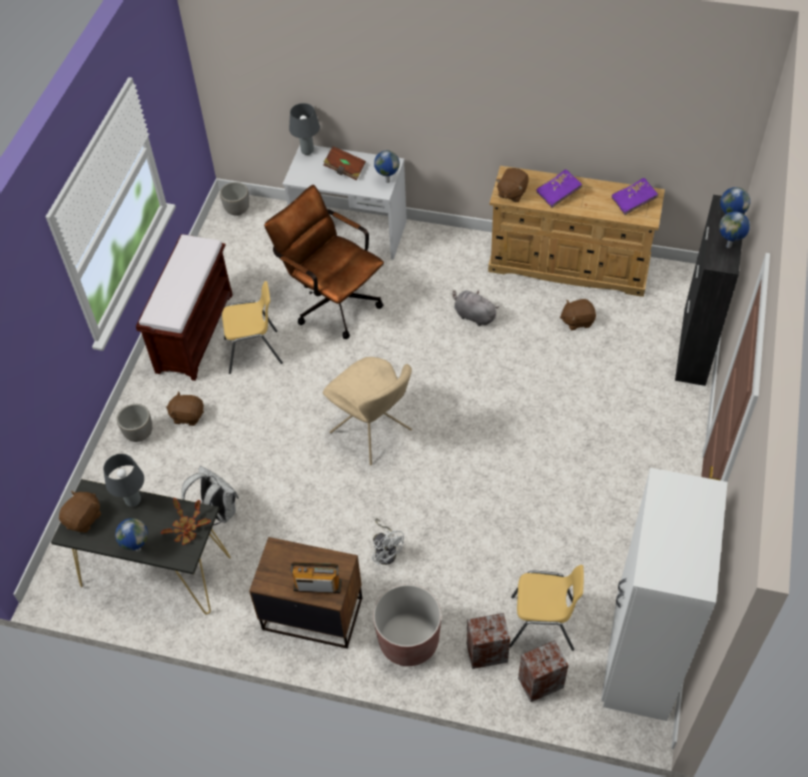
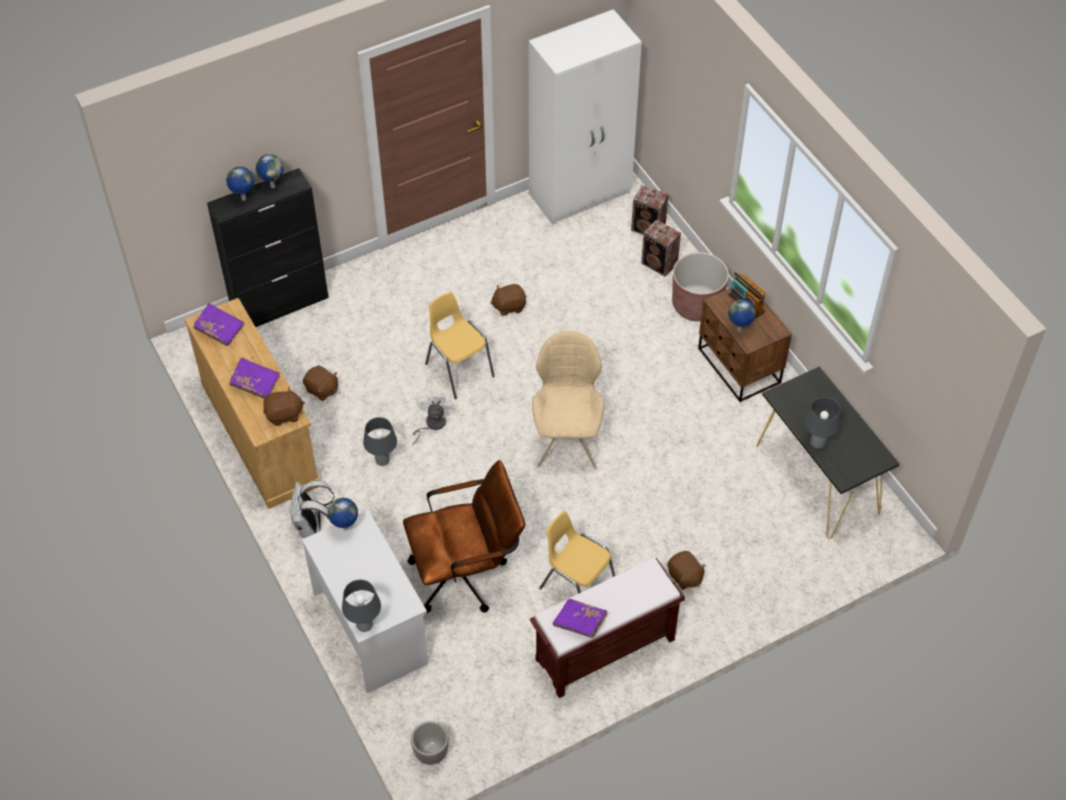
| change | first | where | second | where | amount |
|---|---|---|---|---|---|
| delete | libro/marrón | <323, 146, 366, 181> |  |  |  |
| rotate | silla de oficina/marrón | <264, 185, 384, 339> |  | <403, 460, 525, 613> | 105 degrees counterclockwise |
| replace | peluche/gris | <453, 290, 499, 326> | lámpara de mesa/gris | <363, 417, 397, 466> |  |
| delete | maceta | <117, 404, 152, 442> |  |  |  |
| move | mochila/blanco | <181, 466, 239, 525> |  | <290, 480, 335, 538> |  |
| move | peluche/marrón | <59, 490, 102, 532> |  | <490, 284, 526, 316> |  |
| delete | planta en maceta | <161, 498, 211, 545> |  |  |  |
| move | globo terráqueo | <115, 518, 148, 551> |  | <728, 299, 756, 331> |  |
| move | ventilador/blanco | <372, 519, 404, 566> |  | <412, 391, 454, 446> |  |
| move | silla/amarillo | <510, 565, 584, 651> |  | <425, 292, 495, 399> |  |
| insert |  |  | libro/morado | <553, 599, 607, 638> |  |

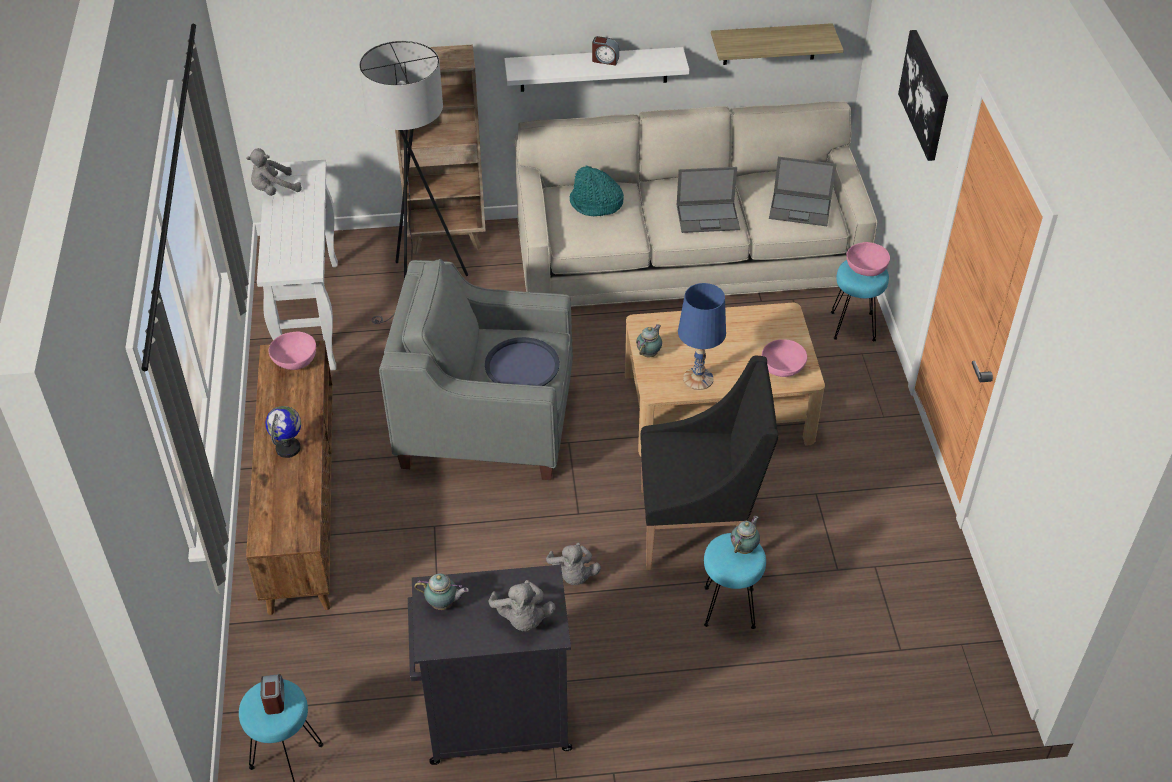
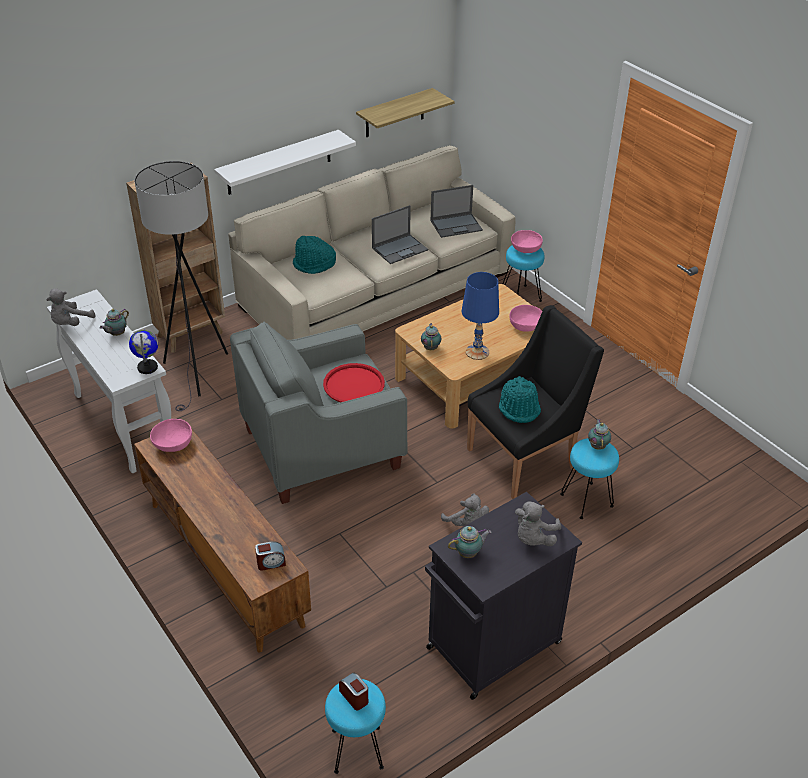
| change | first | where | second | where | amount |
|---|---|---|---|---|---|
| delete | cuadro | <898, 30, 948, 161> |  |  |  |
| move | despertador | <592, 36, 619, 66> |  | <255, 541, 286, 571> |  |
| recolor | bandeja/azul | <485, 337, 560, 386> | bandeja/rojo | <323, 363, 385, 403> |  |
| move | globo terráqueo | <266, 406, 301, 458> |  | <129, 330, 158, 374> |  |
| rotate | peluche/gris | <489, 580, 556, 631> |  | <515, 501, 561, 546> | 75 degrees clockwise |
| insert |  |  | tetera | <100, 309, 129, 336> |  |
| insert |  |  | sombrero/turquesa | <499, 376, 541, 423> |  |

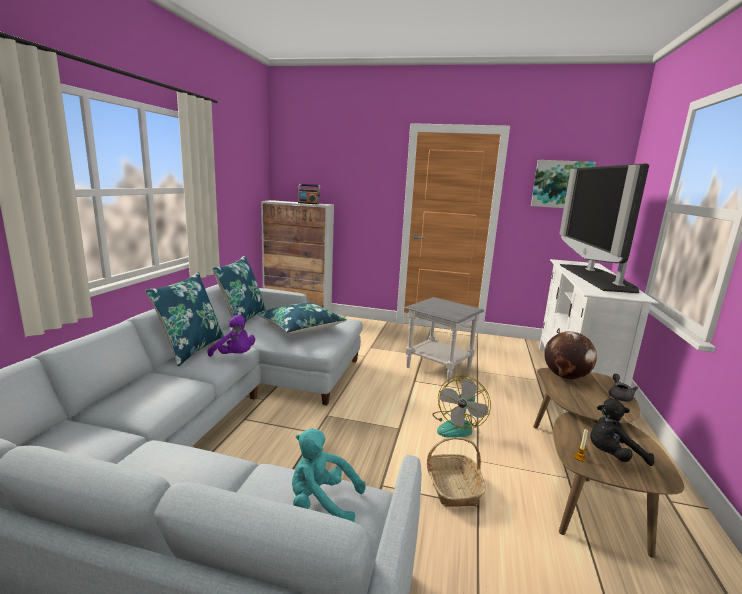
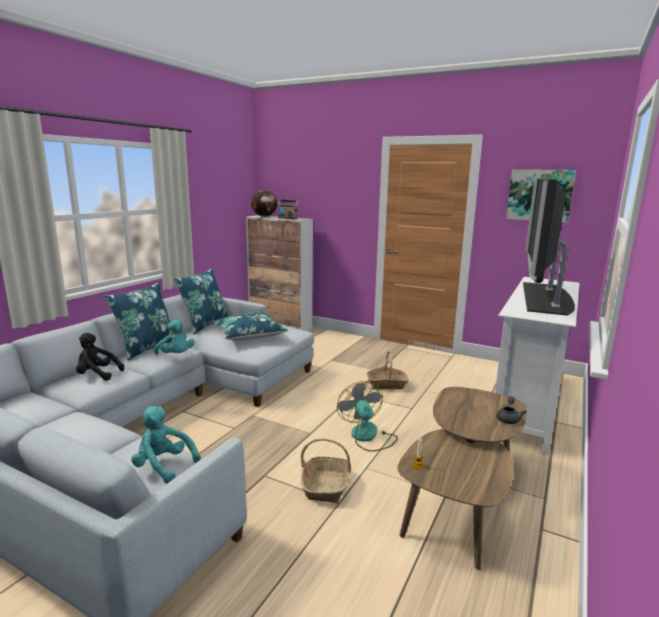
| change | first | where | second | where | amount |
|---|---|---|---|---|---|
| replace | mesa auxiliar/gris | <405, 297, 484, 384> | cesta | <366, 351, 409, 390> |  |
| recolor | peluche/morado | <207, 315, 255, 357> | peluche/turquesa | <154, 320, 195, 355> |  |
| move | globo terráqueo | <544, 331, 597, 380> |  | <251, 190, 277, 217> |  |
| rotate | ventilador | <433, 376, 491, 438> |  | <337, 381, 398, 452> | 120 degrees clockwise |
| move | peluche/negro | <590, 398, 654, 466> |  | <76, 333, 124, 381> |  |

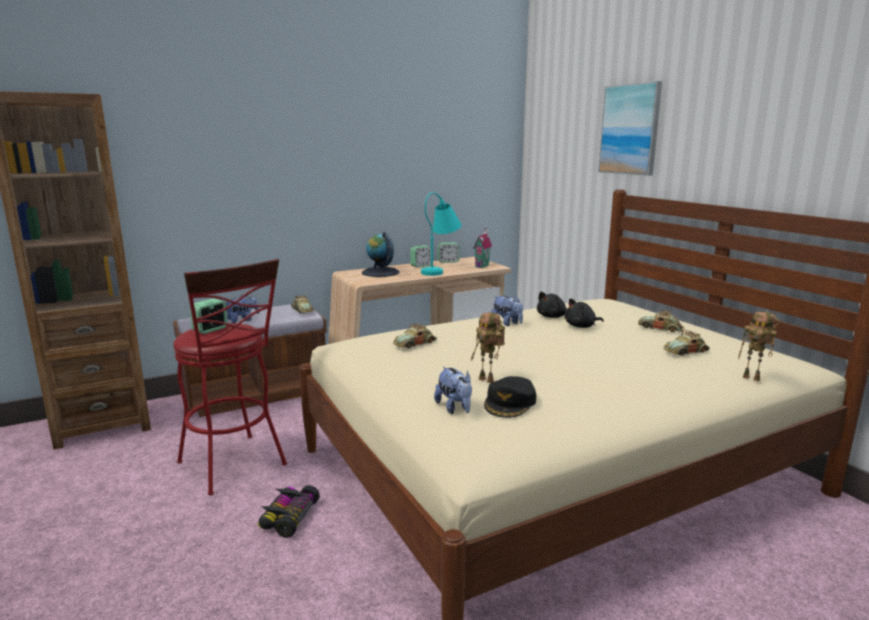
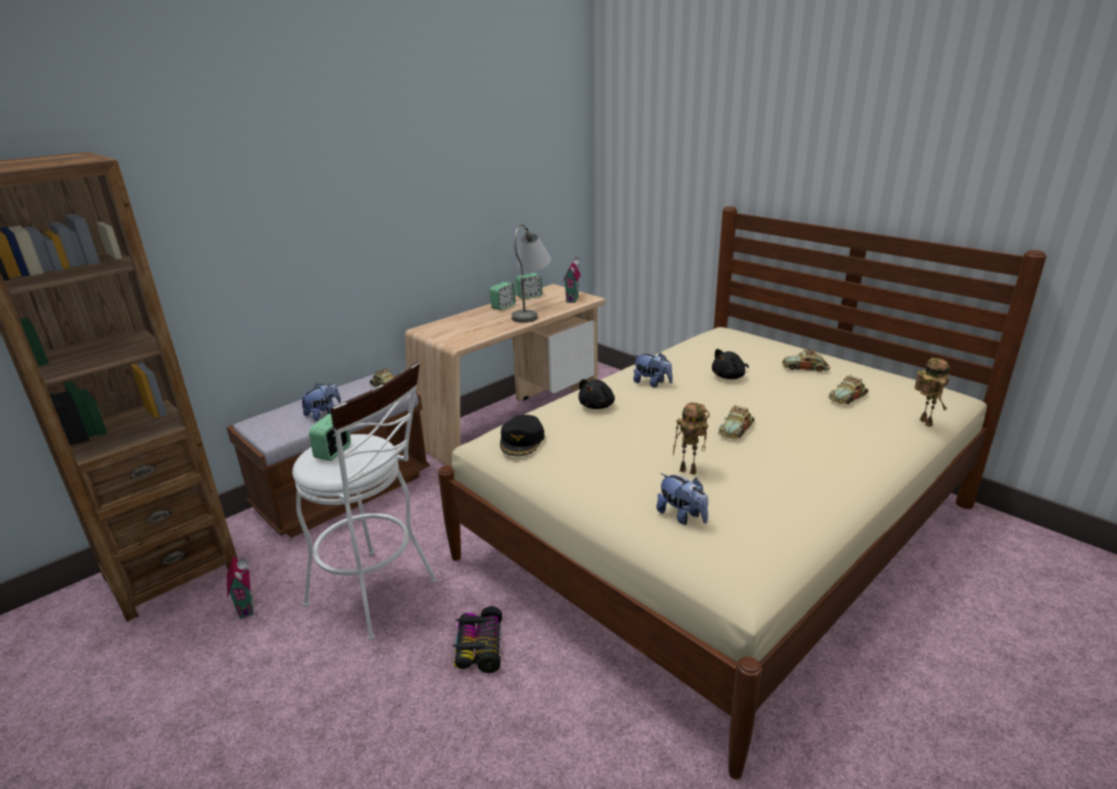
| change | first | where | second | where | amount |
|---|---|---|---|---|---|
| delete | cuadro | <598, 81, 662, 176> |  |  |  |
| recolor | lámpara de mesa/turquesa | <421, 192, 461, 276> | lámpara de mesa/gris | <512, 224, 551, 323> |  |
| delete | globo terráqueo | <362, 232, 399, 277> |  |  |  |
| recolor | taburete/rojo | <173, 259, 287, 495> | taburete/blanco | <292, 362, 437, 641> |  |
| move | peluche/negro | <537, 291, 567, 318> |  | <578, 379, 615, 409> |  |
| rotate | robot de juguete | <739, 312, 779, 381> |  | <914, 358, 950, 427> | 120 degrees counterclockwise |
| move | coche de juguete | <393, 323, 437, 348> |  | <718, 405, 755, 439> |  |
| move | gorra/negro | <484, 376, 536, 418> |  | <500, 415, 545, 456> |  |
| insert |  |  | casita | <227, 556, 253, 618> |  |

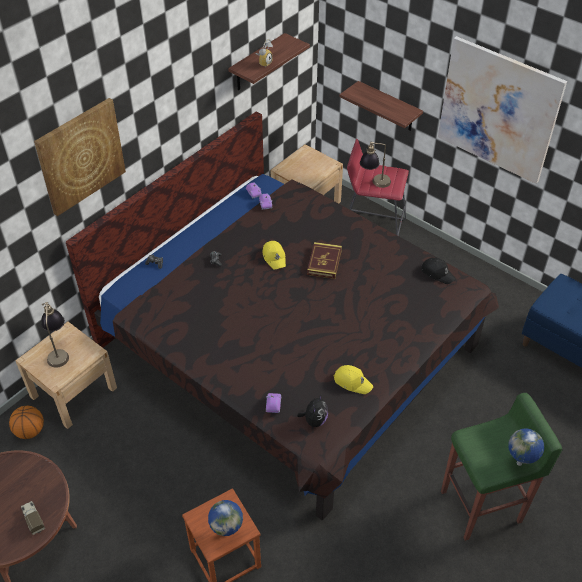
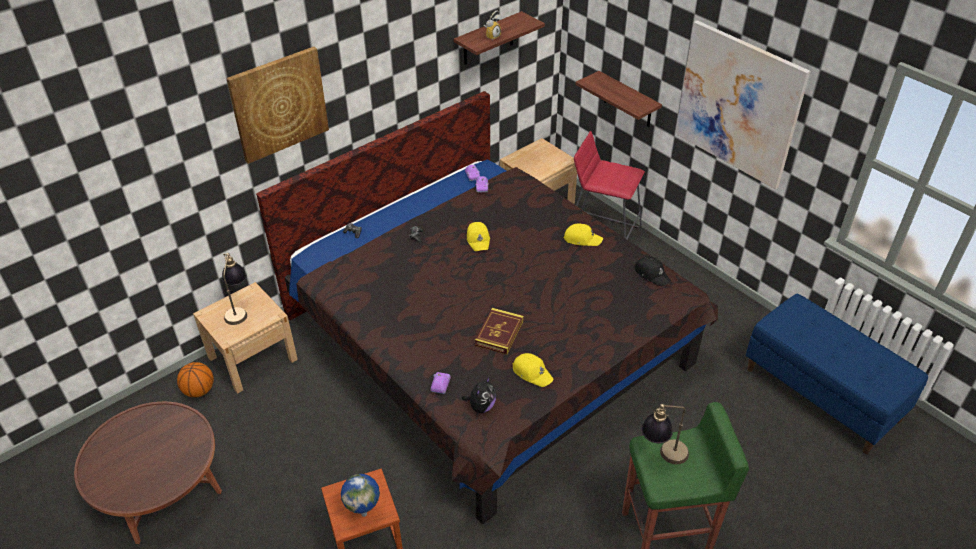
| change | first | where | second | where | amount |
|---|---|---|---|---|---|
| move | lámpara de mesa | <360, 142, 391, 188> |  | <641, 404, 689, 465> |  |
| move | libro | <307, 242, 342, 279> |  | <475, 308, 523, 355> |  |
| delete | globo terráqueo | <508, 428, 544, 466> |  |  |  |
| delete | camión de juguete | <21, 501, 45, 535> |  |  |  |
| insert |  |  | gorra/amarillo | <564, 223, 603, 246> |  |

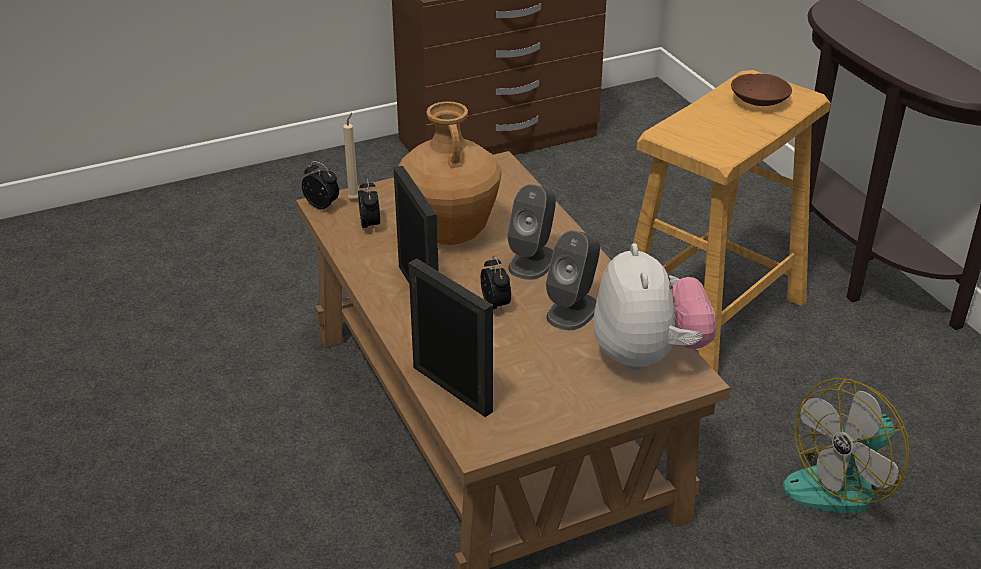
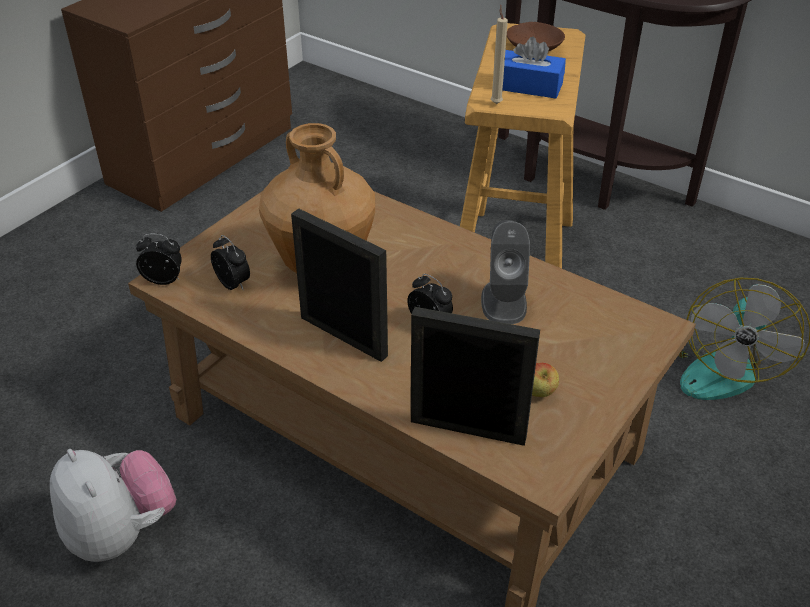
| change | first | where | second | where | amount |
|---|---|---|---|---|---|
| move | vela/beis | <343, 113, 358, 200> |  | <491, 5, 508, 104> |  |
| delete | altavoz/gris | <507, 184, 556, 280> |  |  |  |
| move | peluche | <593, 243, 716, 372> |  | <50, 449, 176, 562> |  |
| insert |  |  | caja de pañuelos/azul | <502, 37, 566, 98> |  |
| insert |  |  | manzana | <532, 363, 559, 397> |  |

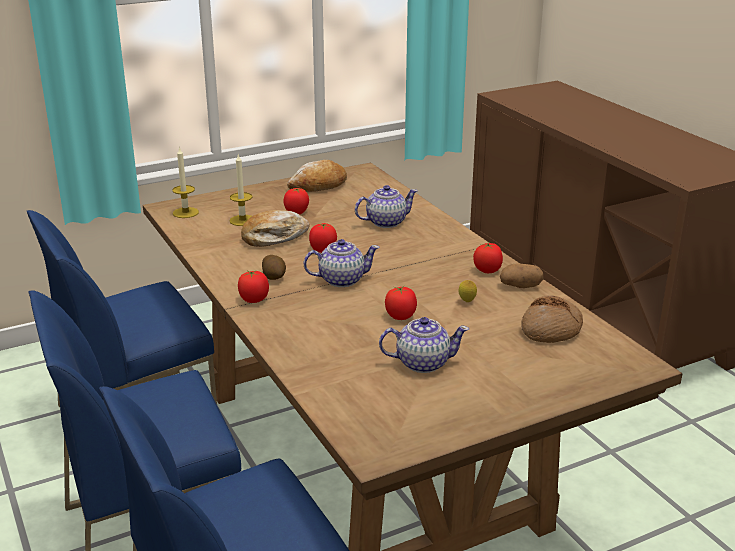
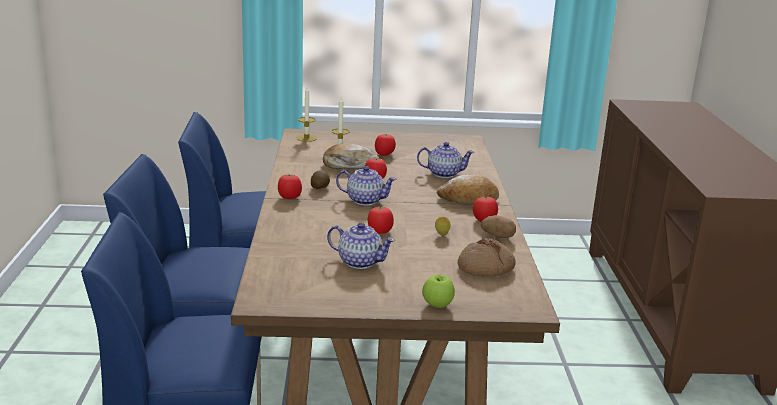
| change | first | where | second | where | amount |
|---|---|---|---|---|---|
| move | pan | <287, 160, 347, 192> |  | <437, 175, 499, 204> |  |
| insert |  |  | manzana | <422, 274, 455, 308> |  |

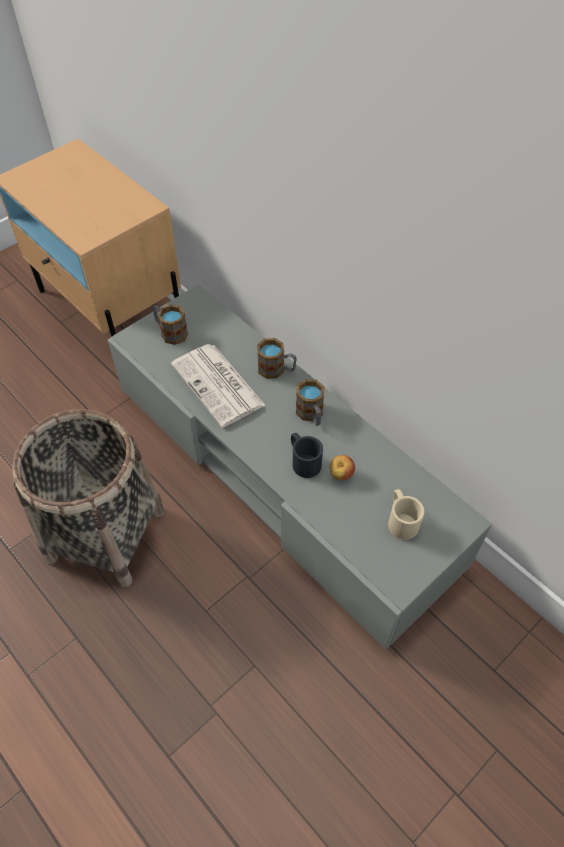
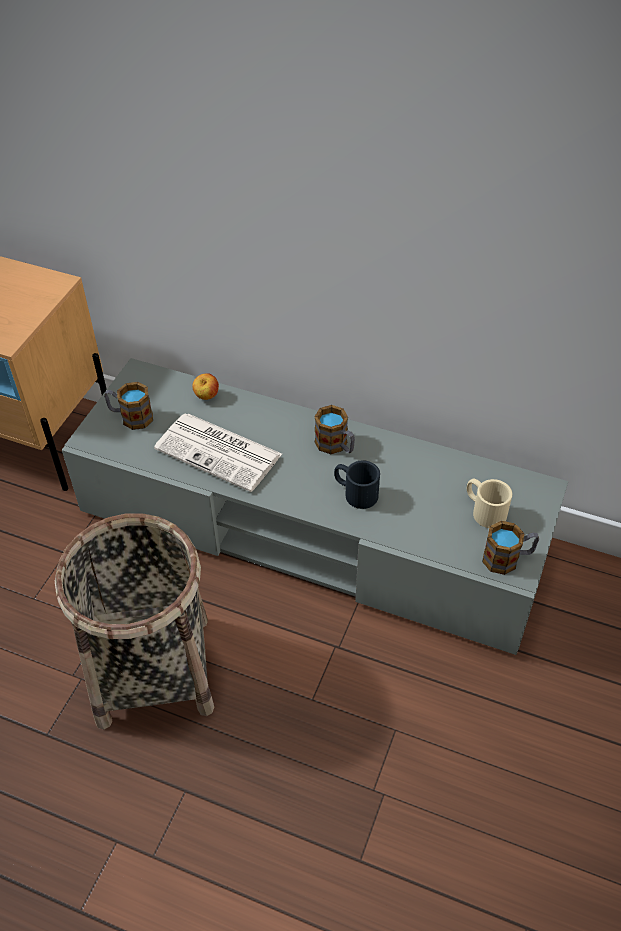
| change | first | where | second | where | amount |
|---|---|---|---|---|---|
| move | taza grande | <257, 338, 297, 379> |  | <482, 521, 539, 575> |  |
| move | manzana | <330, 455, 355, 480> |  | <192, 373, 219, 400> |  |

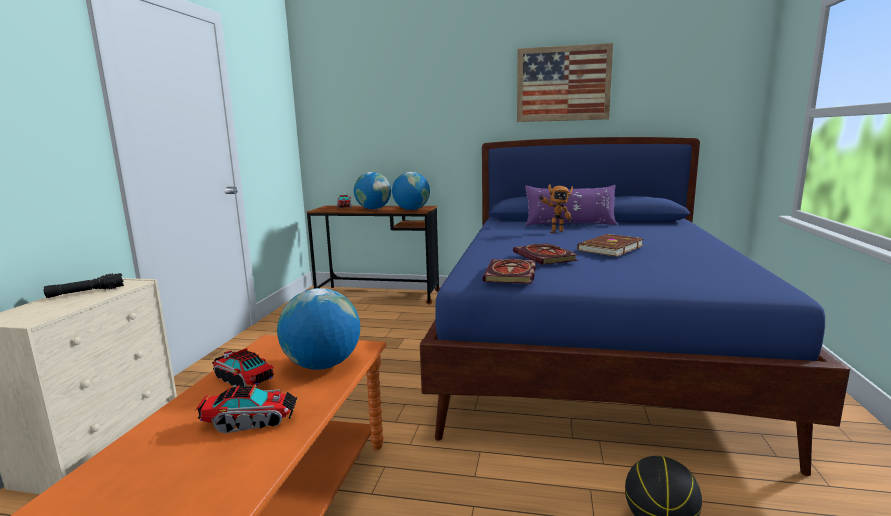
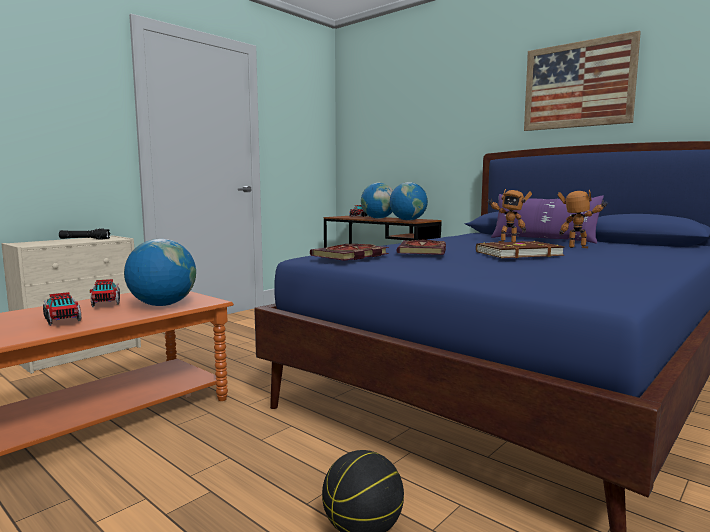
| change | first | where | second | where | amount |
|---|---|---|---|---|---|
| rotate | camión de juguete | <196, 384, 298, 433> |  | <43, 292, 81, 326> | 150 degrees counterclockwise |
| insert |  |  | robot de juguete | <558, 190, 608, 248> |  |

